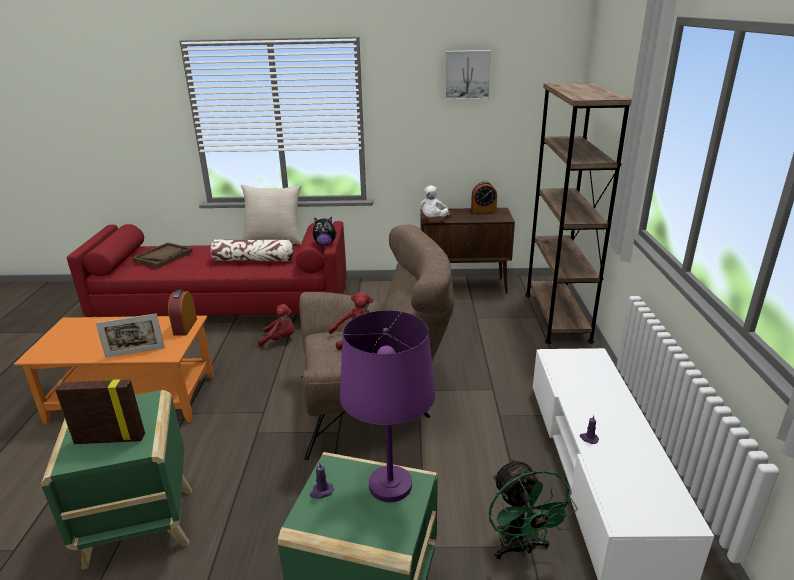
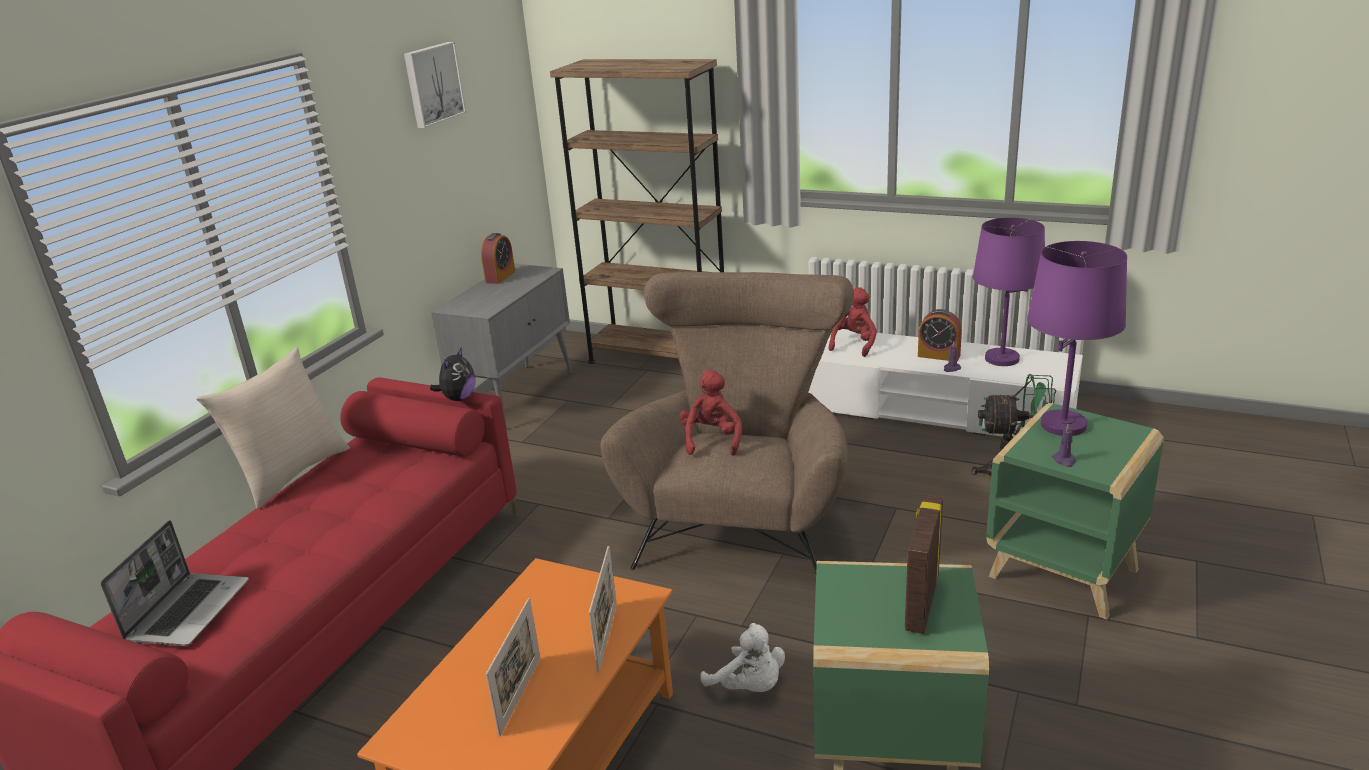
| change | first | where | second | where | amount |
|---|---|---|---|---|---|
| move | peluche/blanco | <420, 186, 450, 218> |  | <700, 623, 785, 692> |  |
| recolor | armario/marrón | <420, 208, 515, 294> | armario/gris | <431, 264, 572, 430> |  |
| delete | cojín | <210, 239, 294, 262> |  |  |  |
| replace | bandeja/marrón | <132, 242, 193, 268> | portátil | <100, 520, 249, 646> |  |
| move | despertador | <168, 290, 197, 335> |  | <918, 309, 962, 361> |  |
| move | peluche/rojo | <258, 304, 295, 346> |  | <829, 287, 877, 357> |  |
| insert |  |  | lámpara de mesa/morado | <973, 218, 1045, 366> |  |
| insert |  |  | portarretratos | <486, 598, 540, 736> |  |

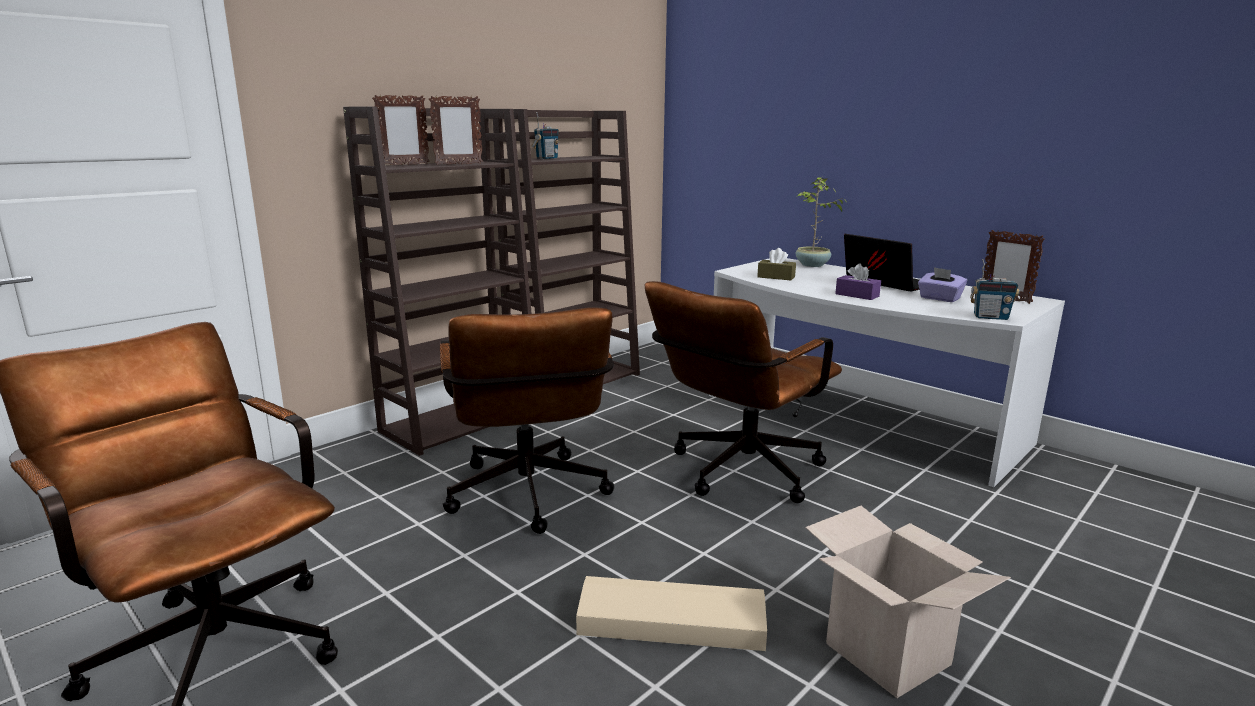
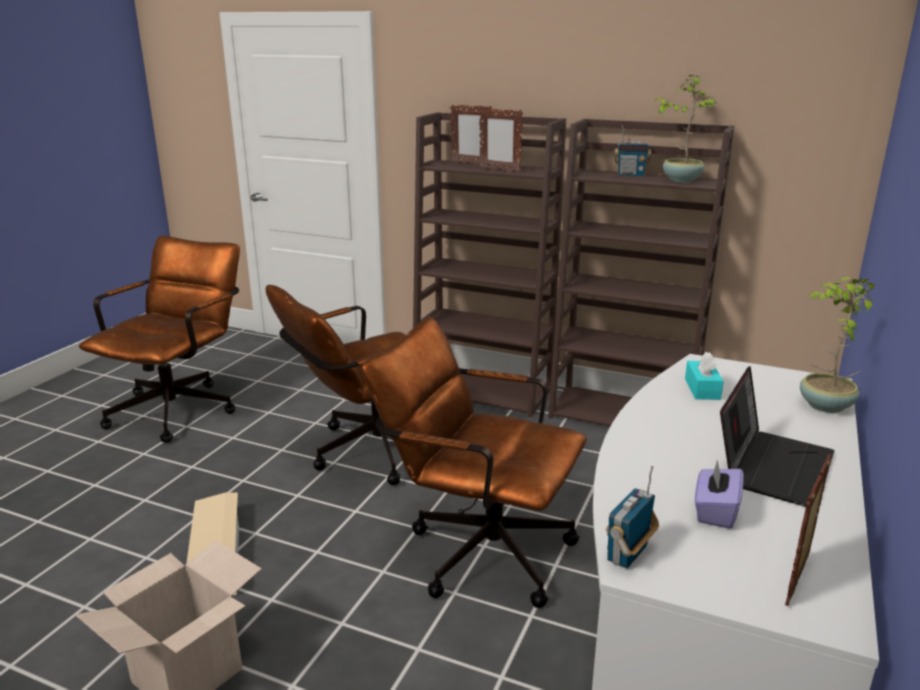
| change | first | where | second | where | amount |
|---|---|---|---|---|---|
| recolor | caja de pañuelos/marrón | <757, 248, 796, 280> | caja de pañuelos/turquesa | <685, 352, 724, 400> |  |
| rotate | radio | <970, 259, 1020, 320> |  | <606, 466, 659, 568> | 45 degrees clockwise |
| delete | caja de pañuelos/morado | <835, 264, 881, 300> |  |  |  |
| insert |  |  | planta en maceta | <654, 75, 718, 182> |  |

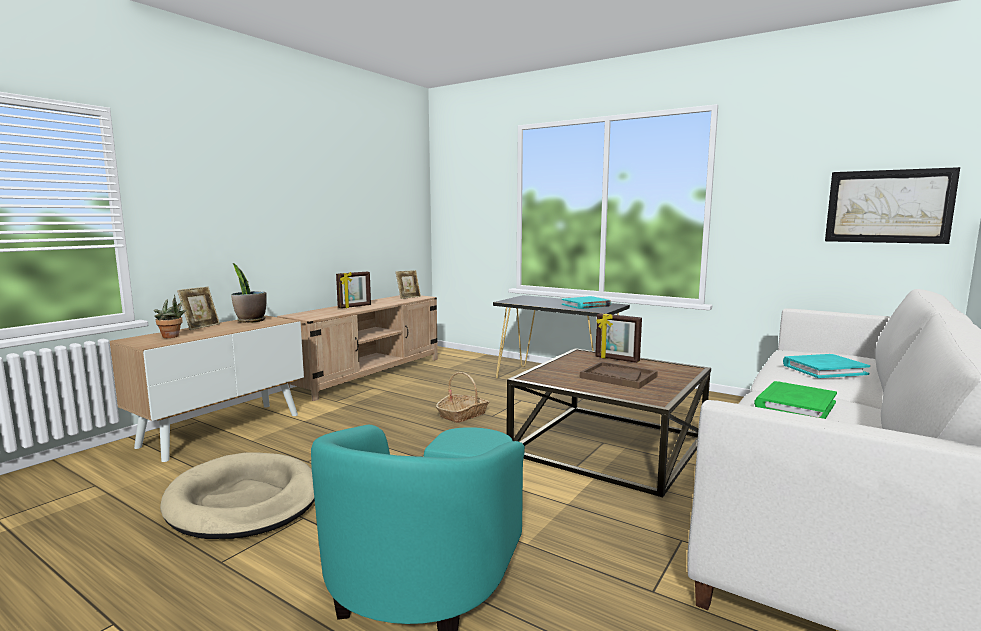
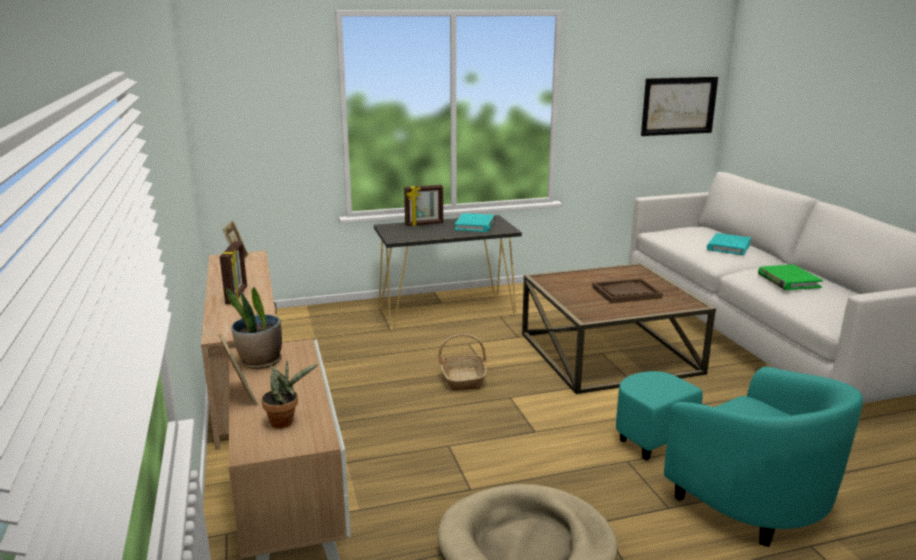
| change | first | where | second | where | amount |
|---|---|---|---|---|---|
| move | portarretratos | <595, 313, 642, 363> |  | <404, 185, 443, 226> |  |

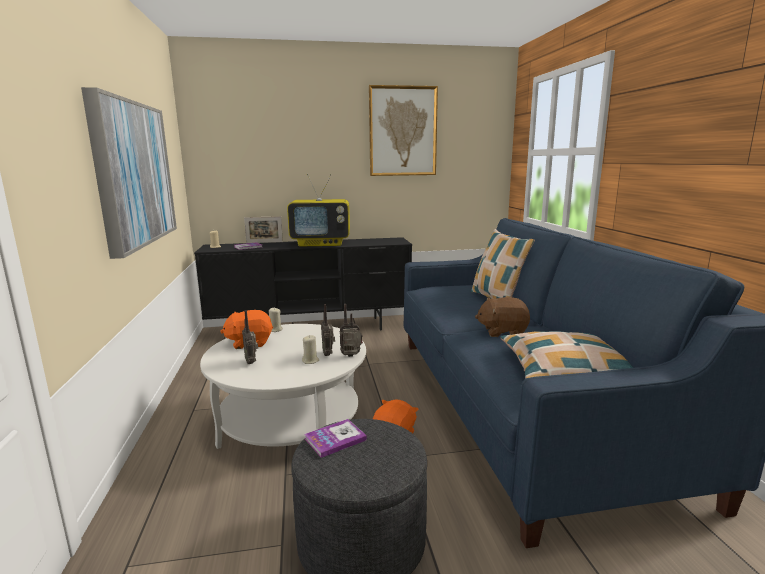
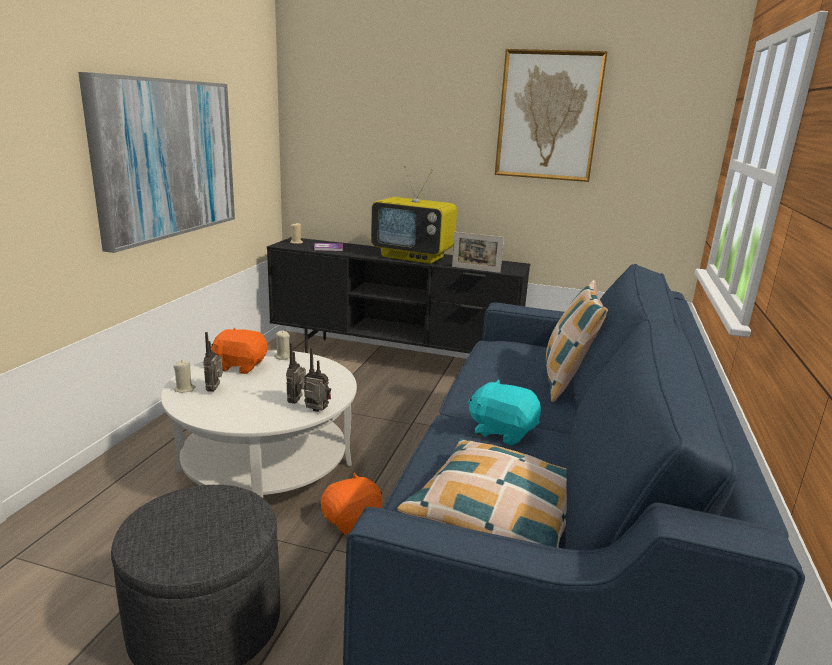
| change | first | where | second | where | amount |
|---|---|---|---|---|---|
| move | portarretratos | <244, 216, 283, 243> |  | <452, 232, 504, 273> |  |
| recolor | peluche/marrón | <475, 297, 530, 337> | peluche/turquesa | <468, 379, 541, 445> |  |
| move | vela/beis | <302, 335, 319, 364> |  | <173, 360, 196, 393> |  |
| delete | libro | <304, 419, 367, 458> |  |  |  |

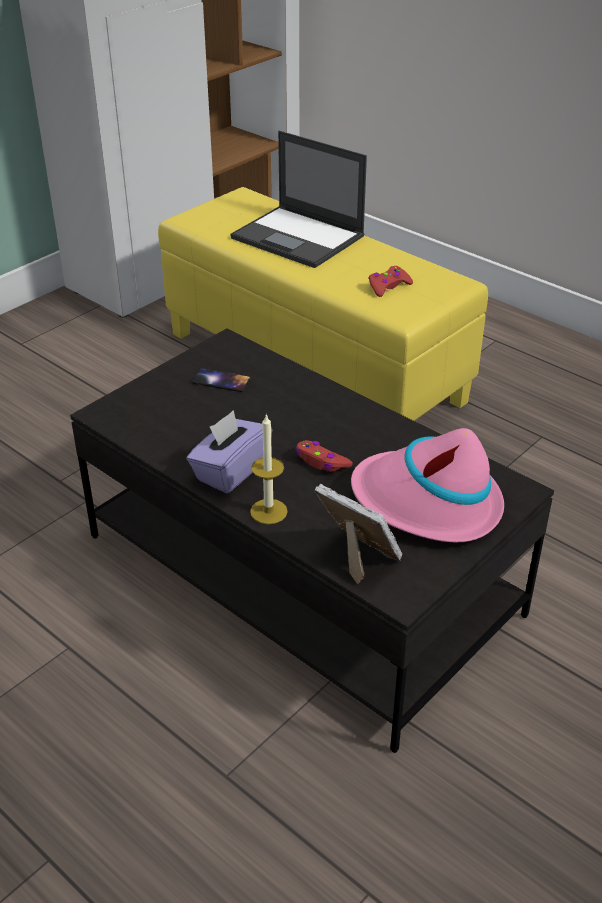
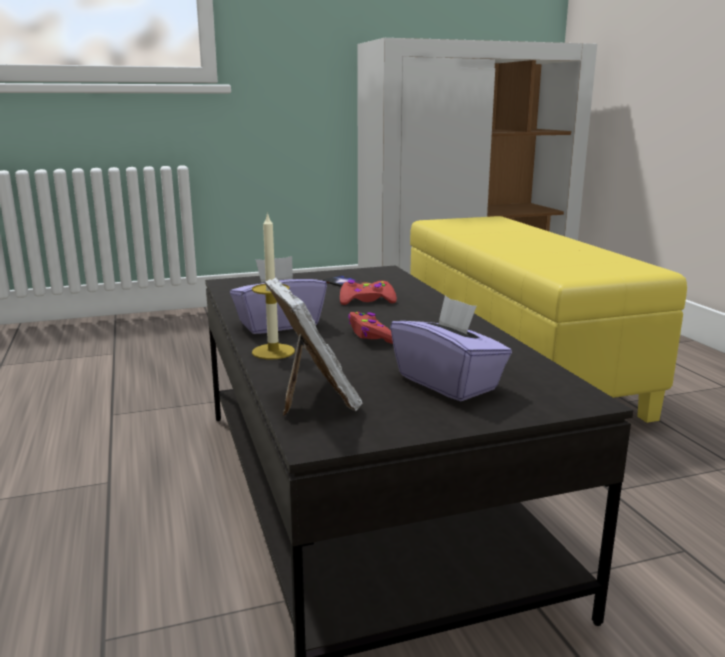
| change | first | where | second | where | amount |
|---|---|---|---|---|---|
| delete | portátil | <230, 131, 367, 268> |  |  |  |
| move | mando de consola/rojo | <369, 266, 413, 297> |  | <340, 280, 397, 305> |  |
| replace | sombrero/rosa | <351, 428, 504, 542> | caja de pañuelos/morado | <390, 296, 512, 401> |  |

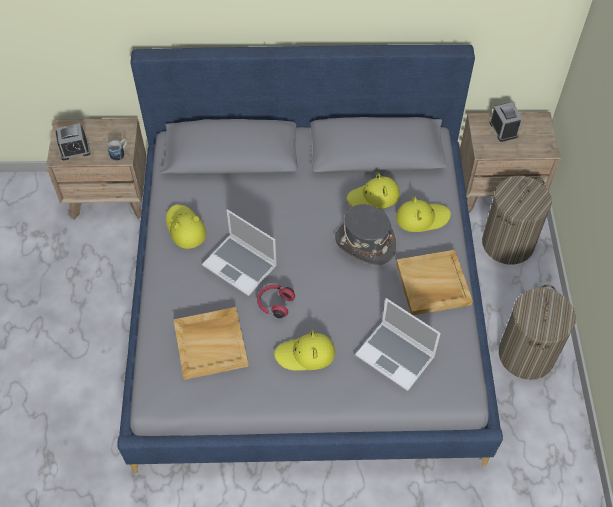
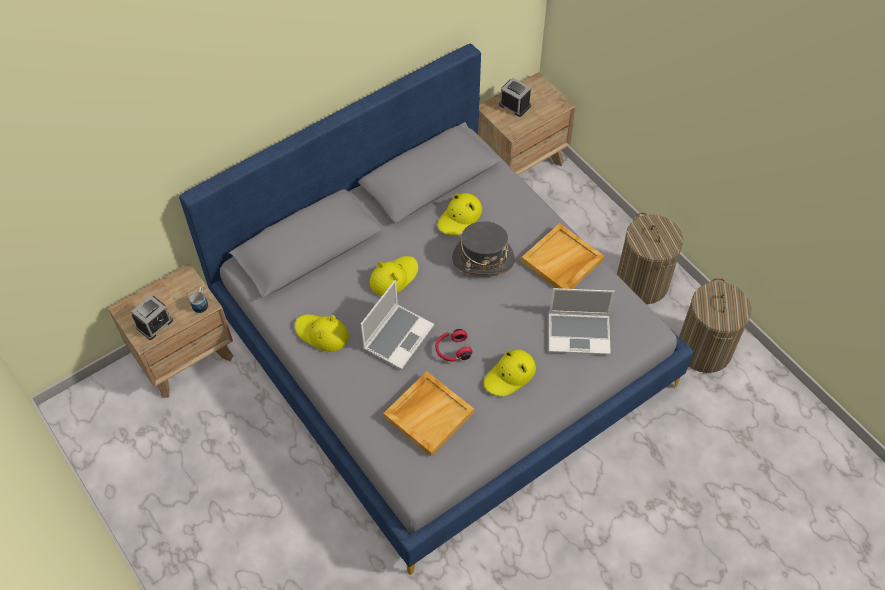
| change | first | where | second | where | amount |
|---|---|---|---|---|---|
| move | cesto de la ropa | <482, 176, 552, 265> |  | <679, 278, 751, 373> |  |
| move | sombrero/amarillo | <396, 196, 451, 232> |  | <370, 256, 418, 296> |  |
| rotate | portátil | <202, 209, 277, 296> |  | <361, 280, 434, 370> | 60 degrees counterclockwise |

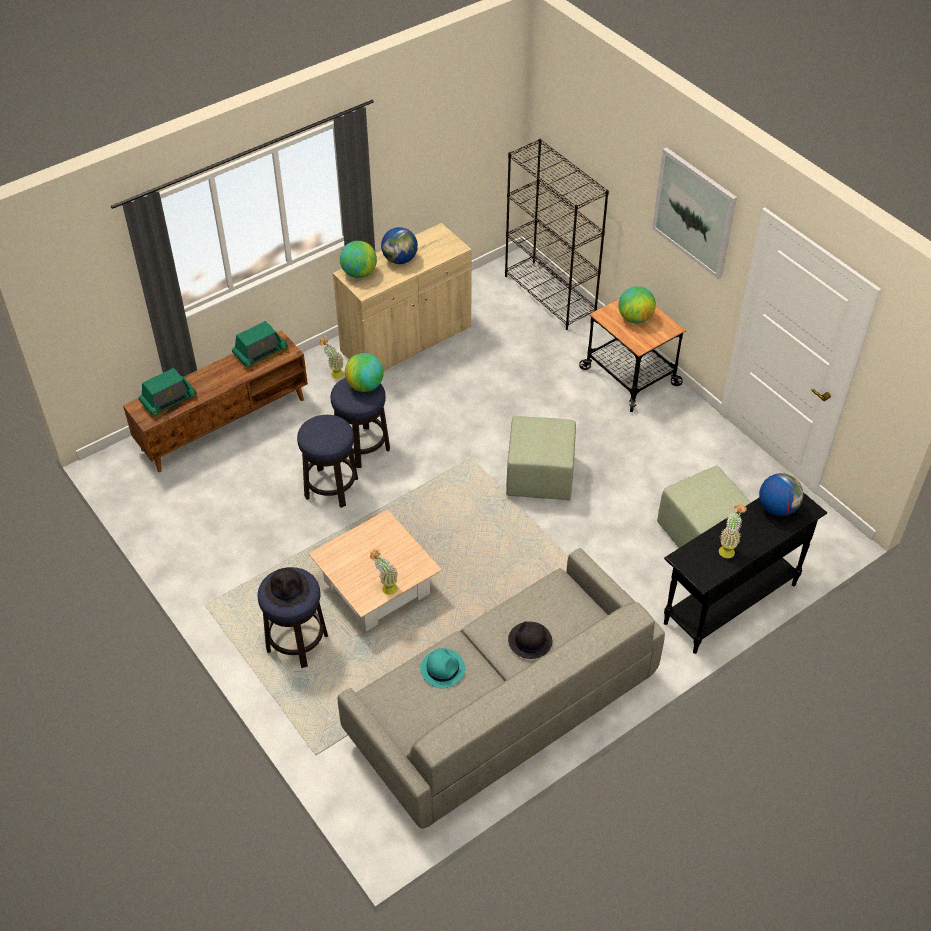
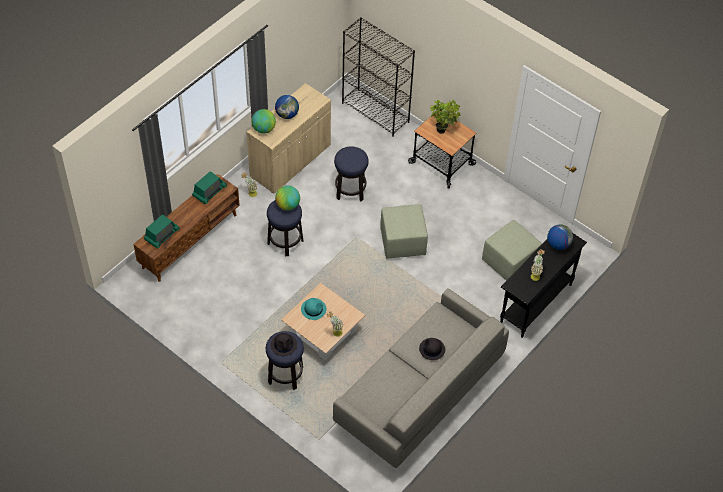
| change | first | where | second | where | amount |
|---|---|---|---|---|---|
| delete | cuadro | <652, 147, 737, 279> |  |  |  |
| replace | globo terráqueo | <619, 286, 656, 323> | planta en maceta | <430, 100, 460, 134> |  |
| move | taburete | <297, 415, 358, 508> |  | <334, 147, 369, 201> |  |
| move | sombrero/turquesa | <420, 648, 465, 688> |  | <301, 298, 326, 320> |  |

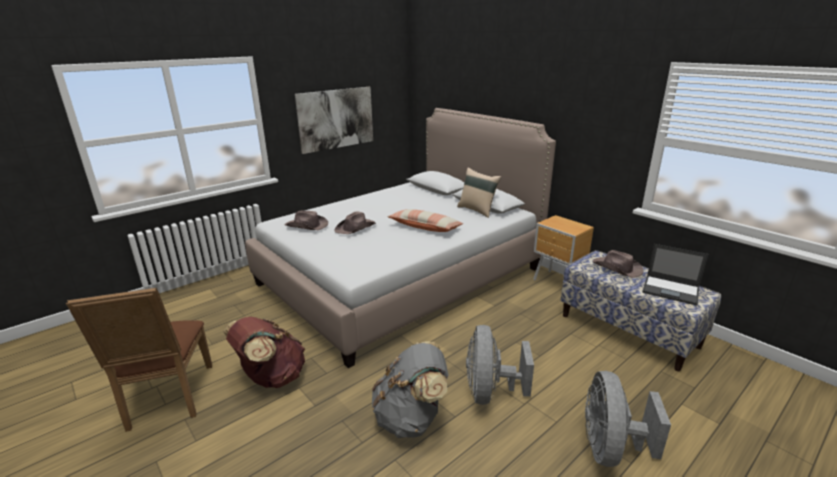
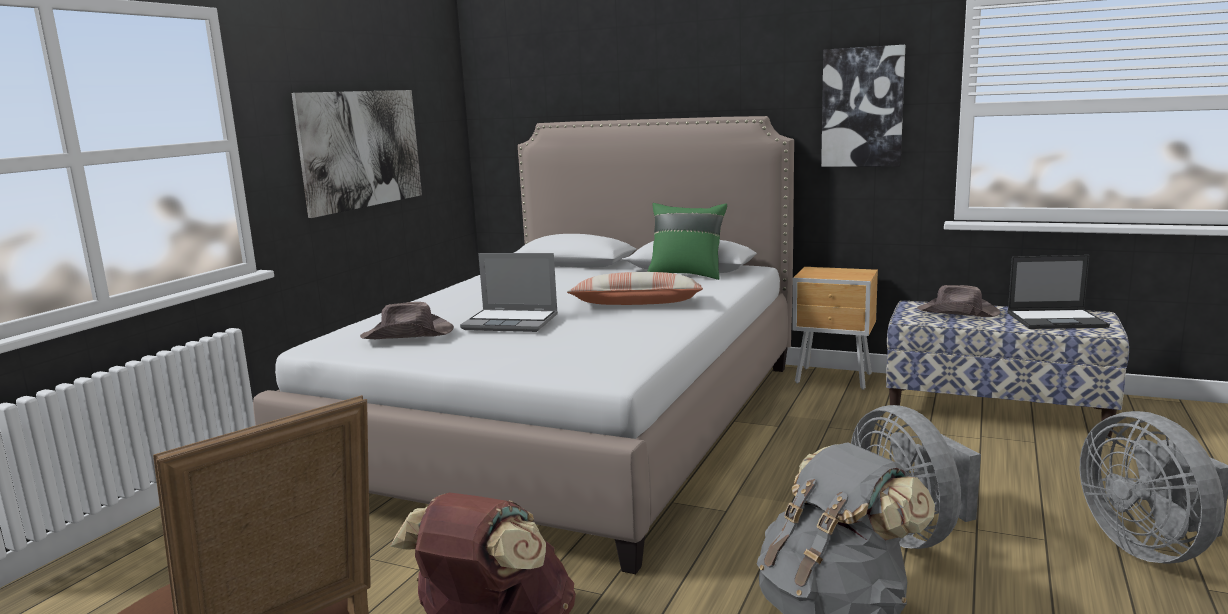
| change | first | where | second | where | amount |
|---|---|---|---|---|---|
| recolor | cojín/beis | <457, 167, 501, 218> | cojín/verde | <647, 203, 727, 280> |  |
| replace | sombrero/marrón | <335, 211, 376, 234> | portátil | <460, 253, 558, 332> |  |
| insert |  |  | cuadro | <821, 45, 905, 167> |  |

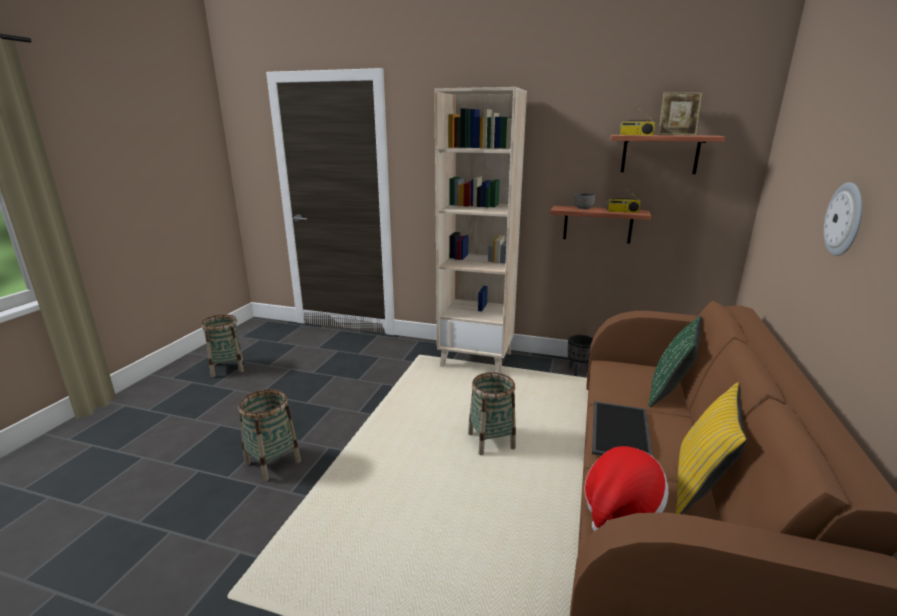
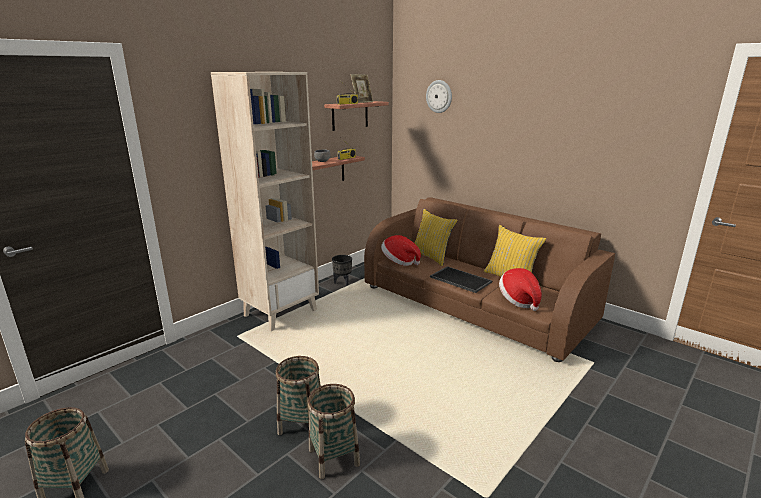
| change | first | where | second | where | amount |
|---|---|---|---|---|---|
| move | reloj de pared | <824, 182, 863, 256> |  | <426, 80, 452, 113> |  |
| recolor | cojín/verde | <649, 316, 702, 407> | cojín/amarillo | <414, 209, 458, 266> |  |
| move | cesta | <468, 372, 516, 455> |  | <276, 356, 321, 435> |  |
| insert |  |  | sombrero | <381, 235, 421, 266> |  |

